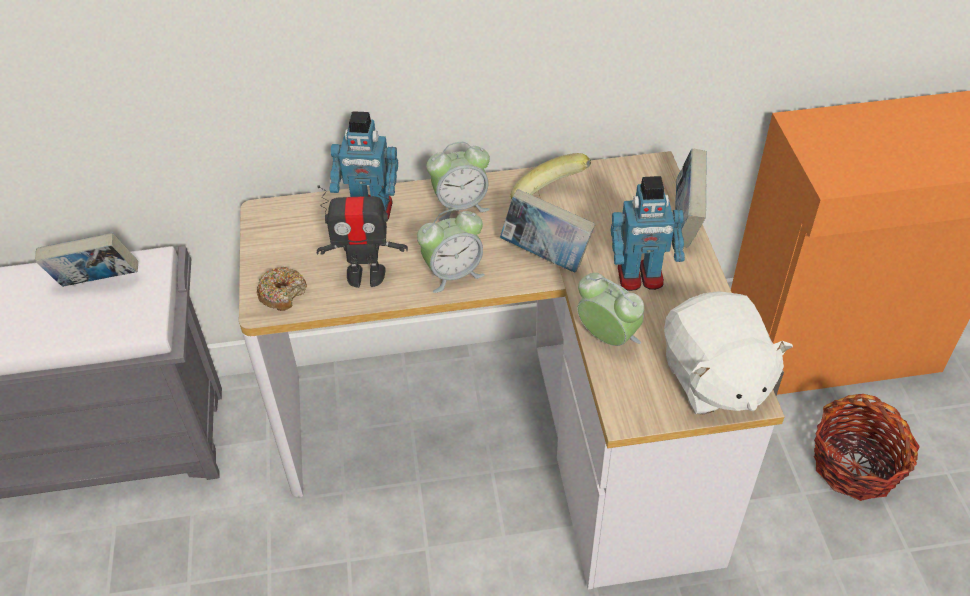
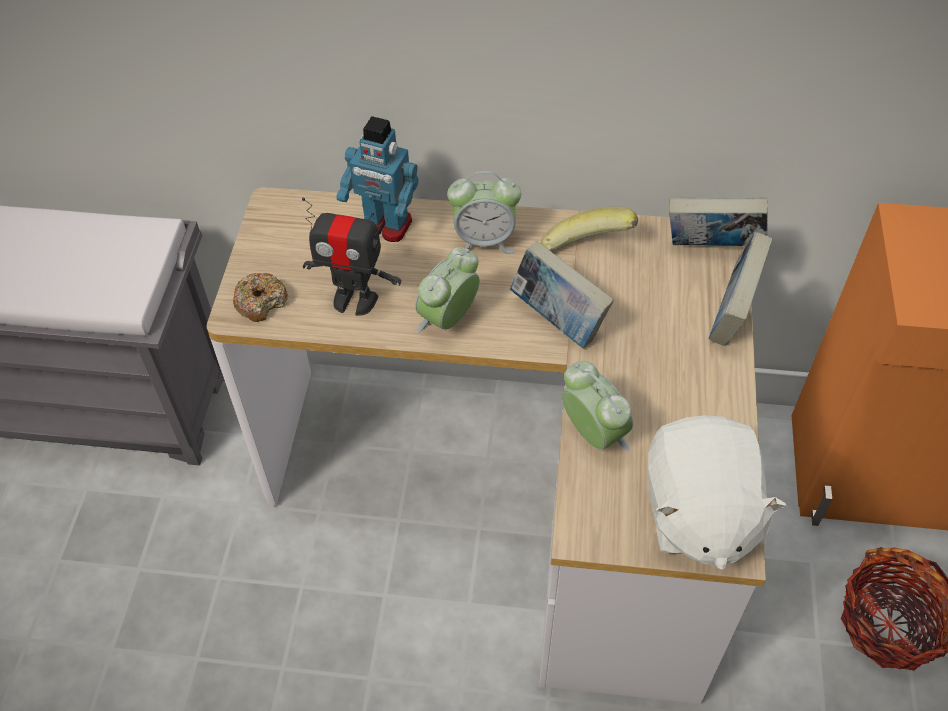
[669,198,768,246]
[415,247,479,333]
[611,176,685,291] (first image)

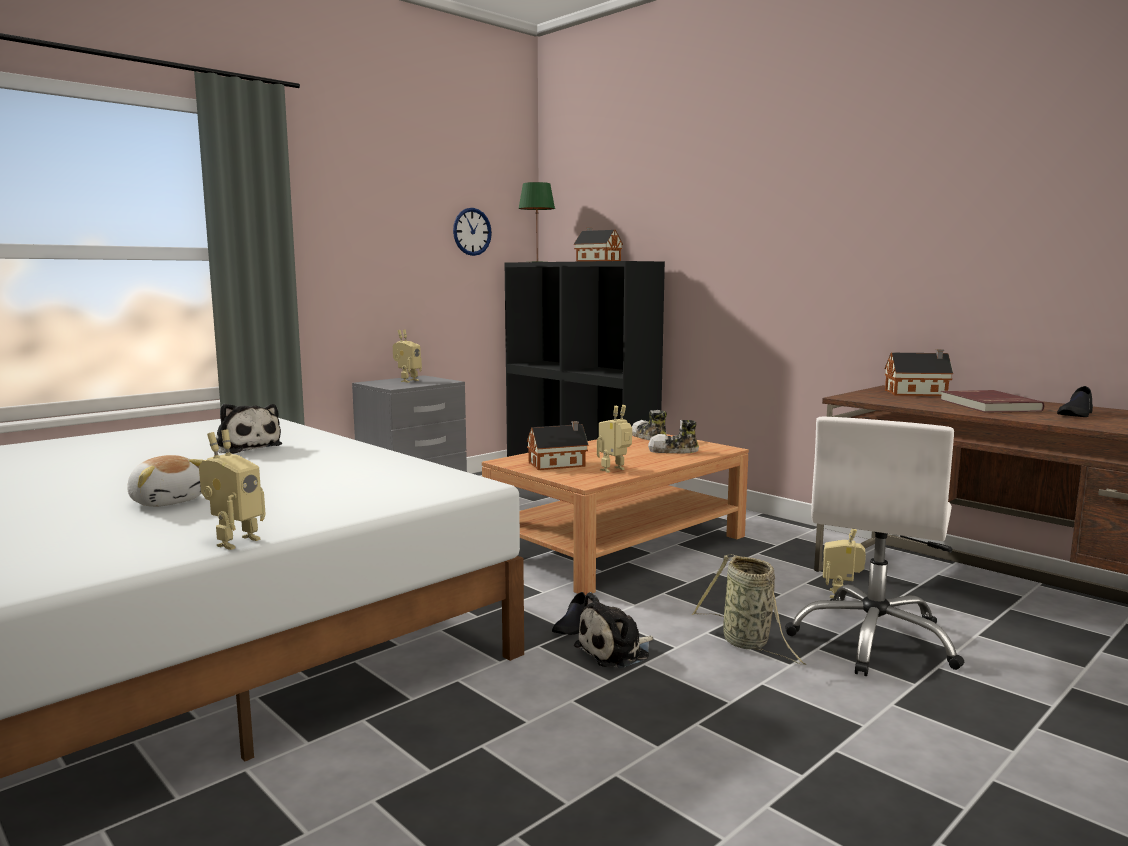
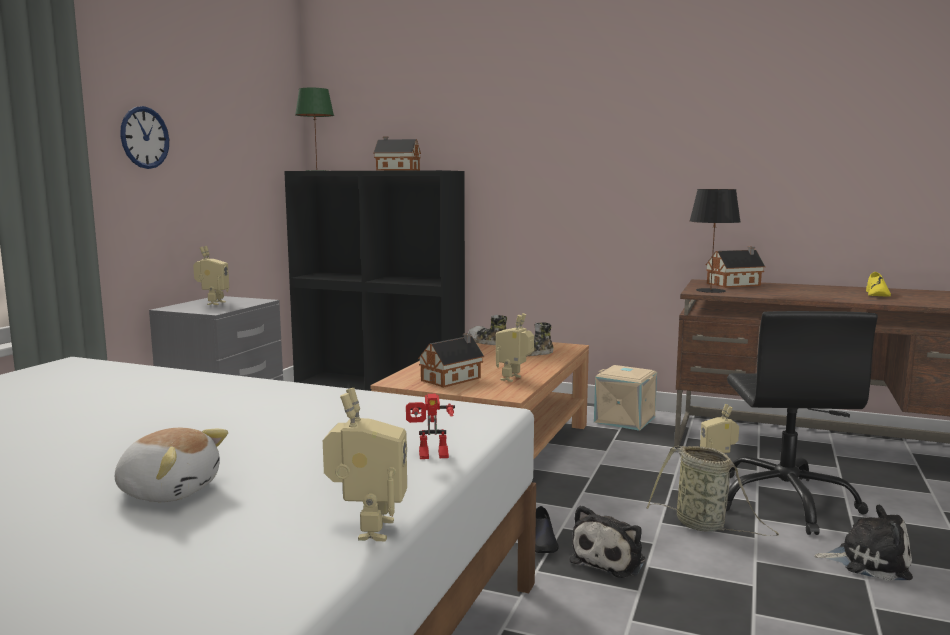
[814,505,913,581]
[120,106,169,169]
[726,311,878,535]
[940,390,1044,413] (first image)
[866,272,891,297]
[406,394,455,459]
[594,365,657,431]
[690,189,741,293]

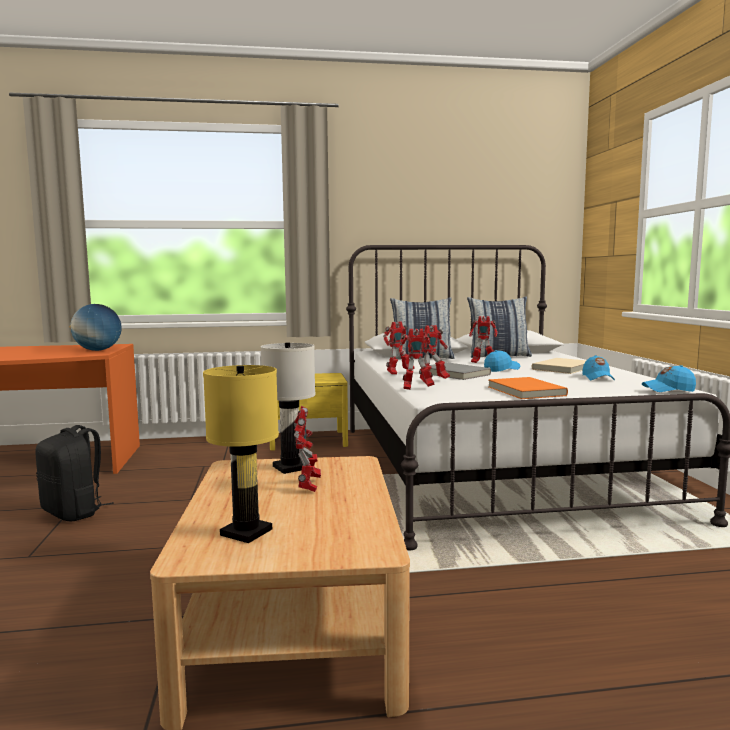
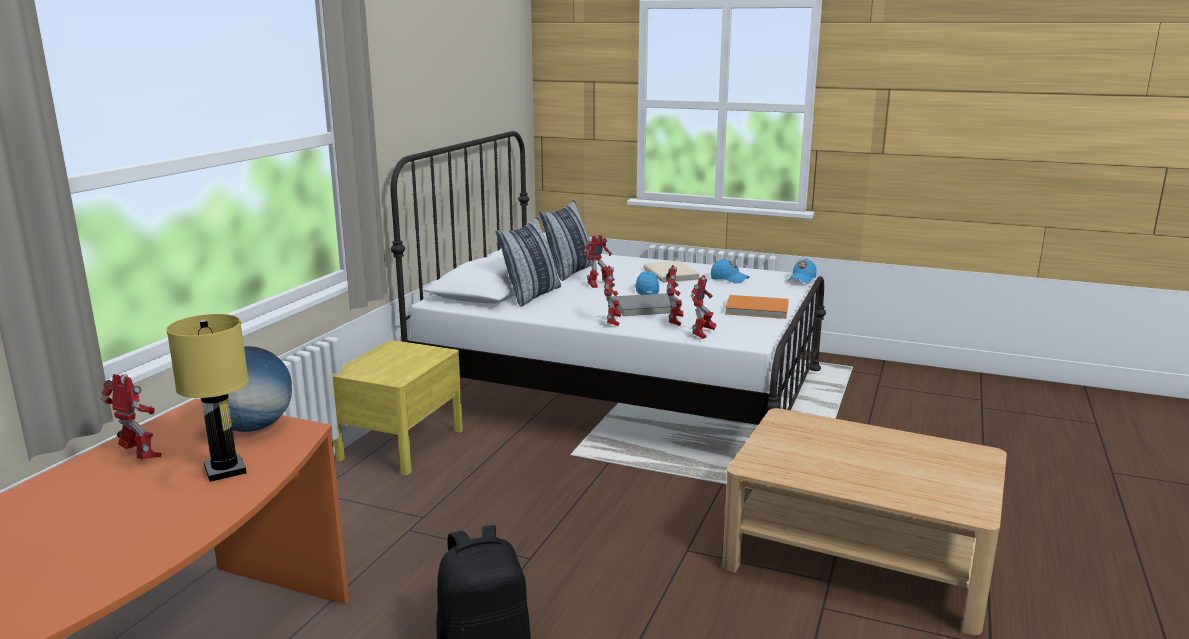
[166,314,249,482]
[261,342,315,474] (first image)
[101,374,161,459]

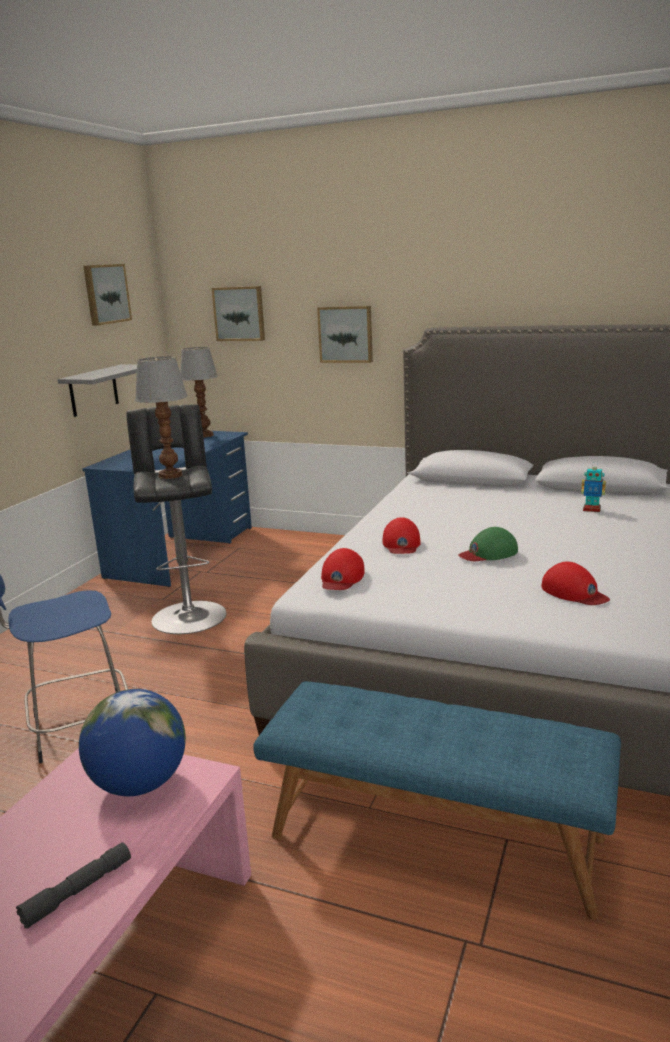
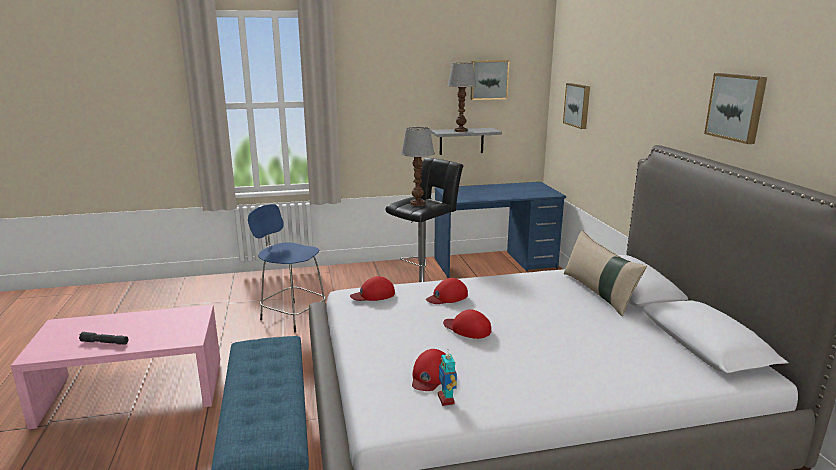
[79,689,186,796] (first image)
[447,63,476,132]
[704,73,767,144]
[443,309,491,339]
[438,350,457,406]
[564,230,647,316]

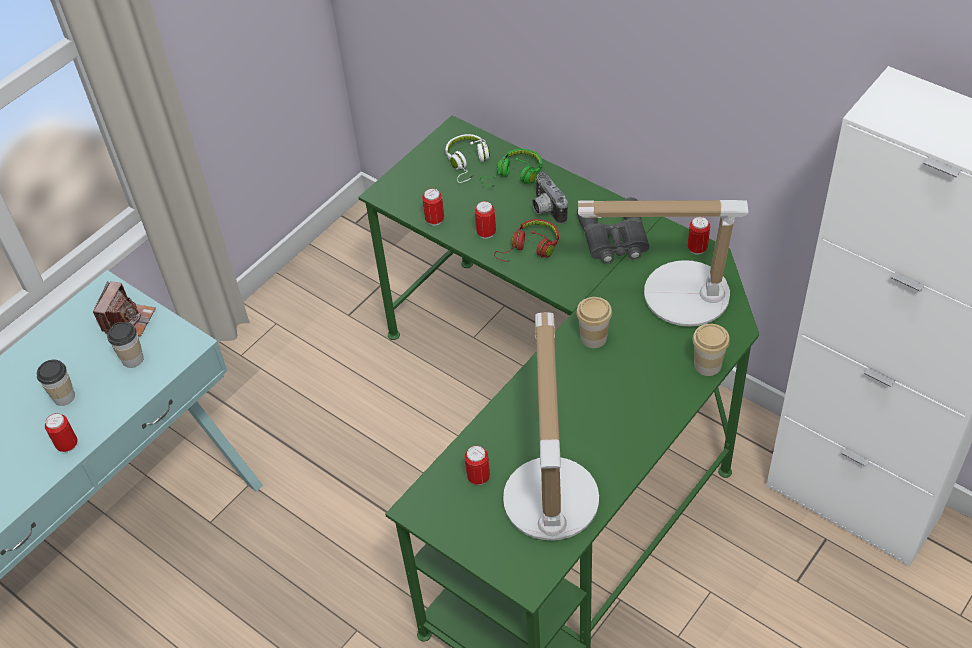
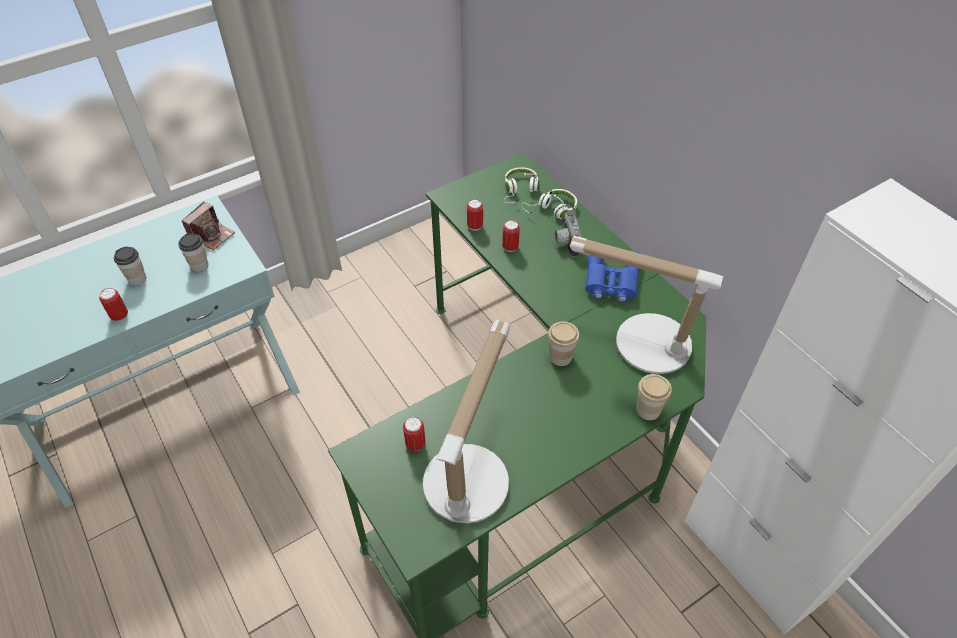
[522,189,577,219]
[494,219,559,262] (first image)
[585,251,641,303]
[688,217,710,255] (first image)

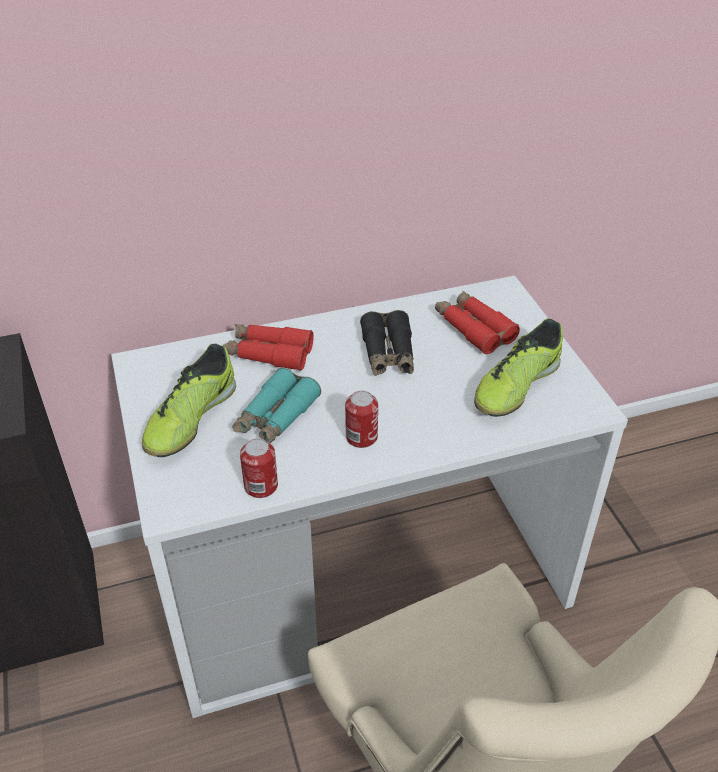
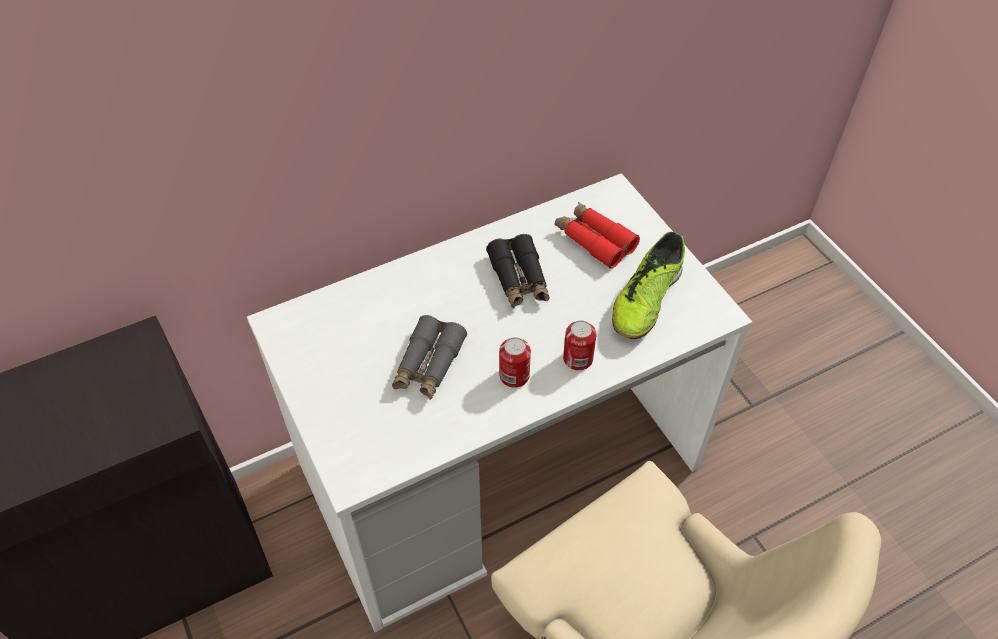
[142,344,236,457] (first image)
[223,324,314,371] (first image)
[392,315,467,400]
[563,321,597,370]

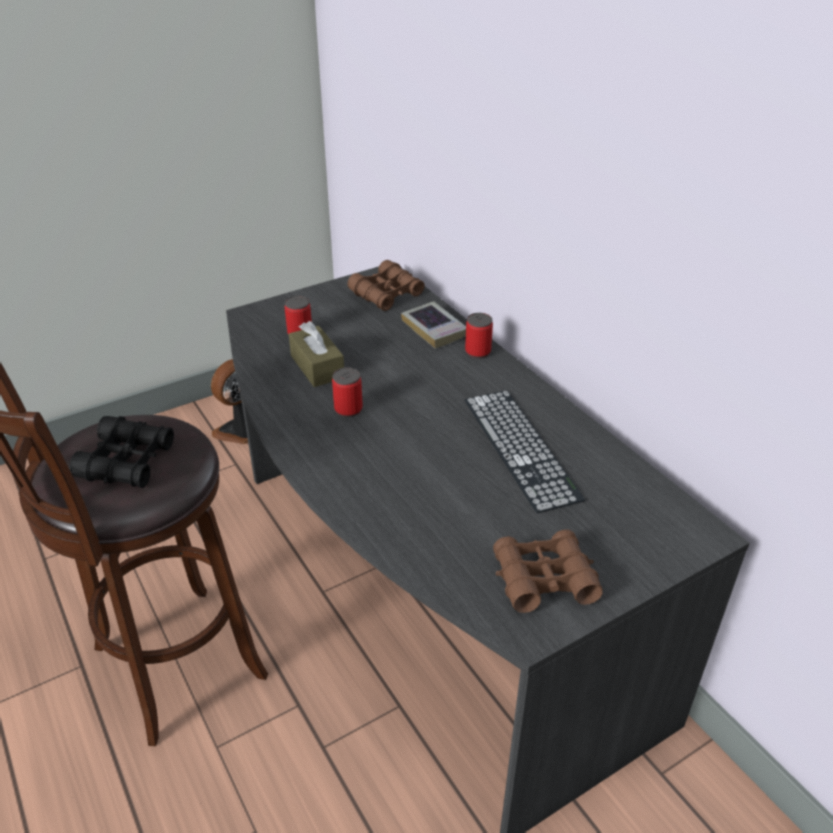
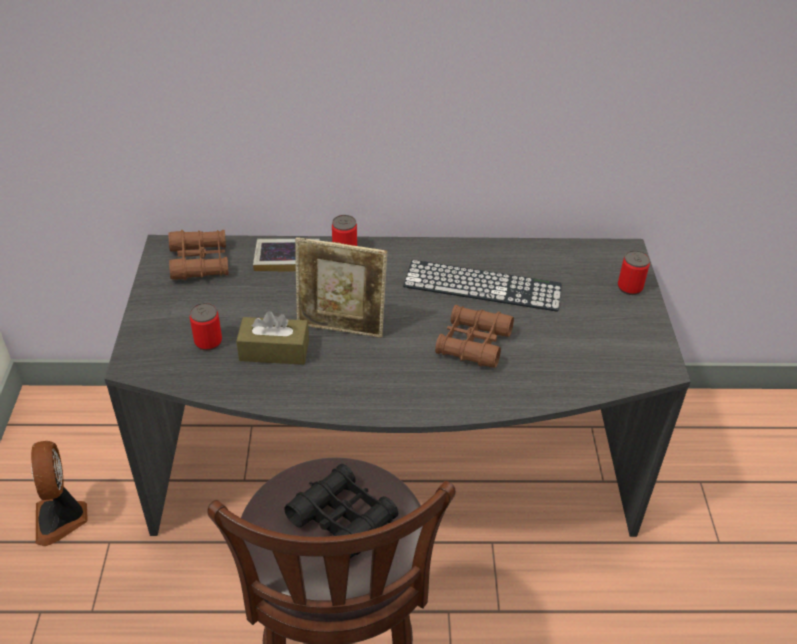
[618,250,650,295]
[435,305,514,368]
[295,237,387,338]

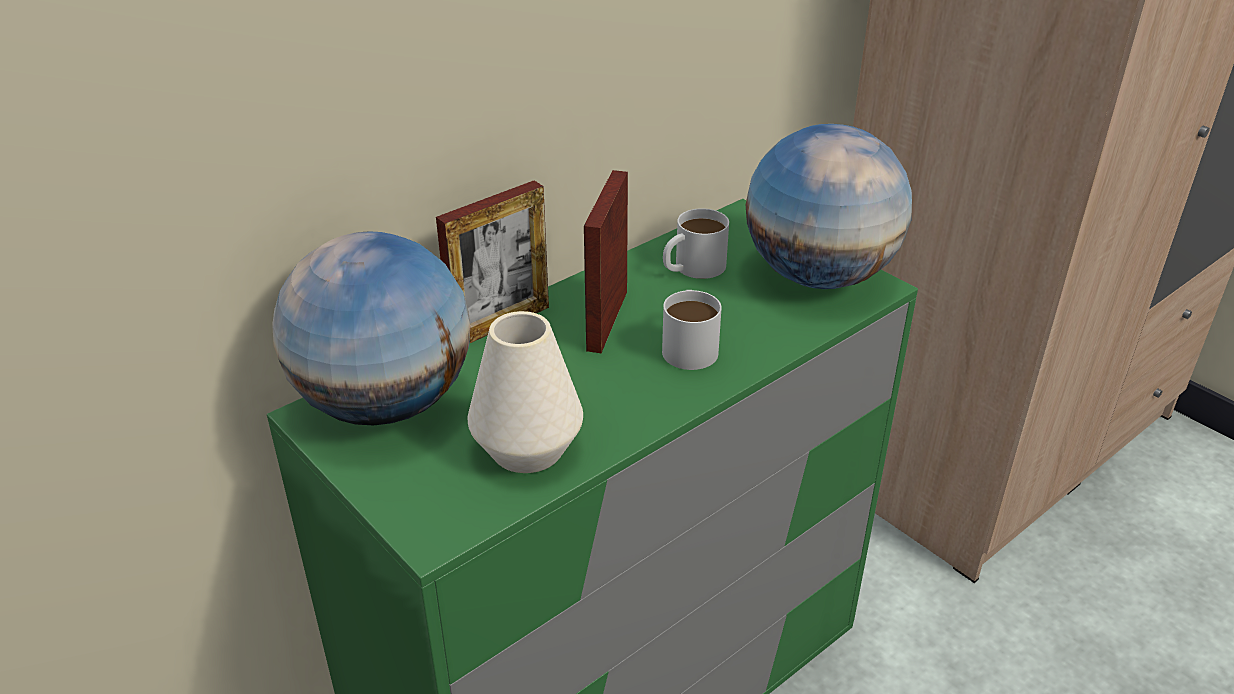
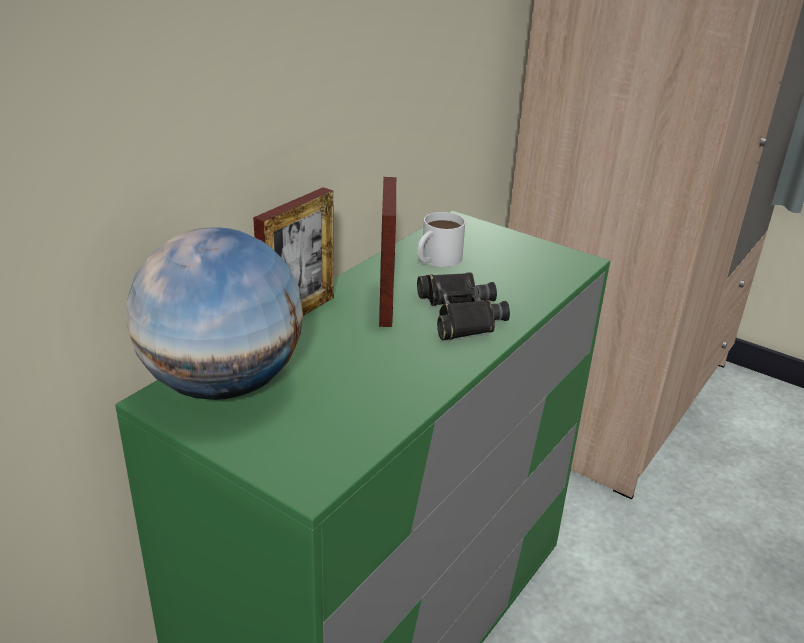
[468,311,583,473] (first image)
[417,272,510,340]
[746,124,912,289] (first image)

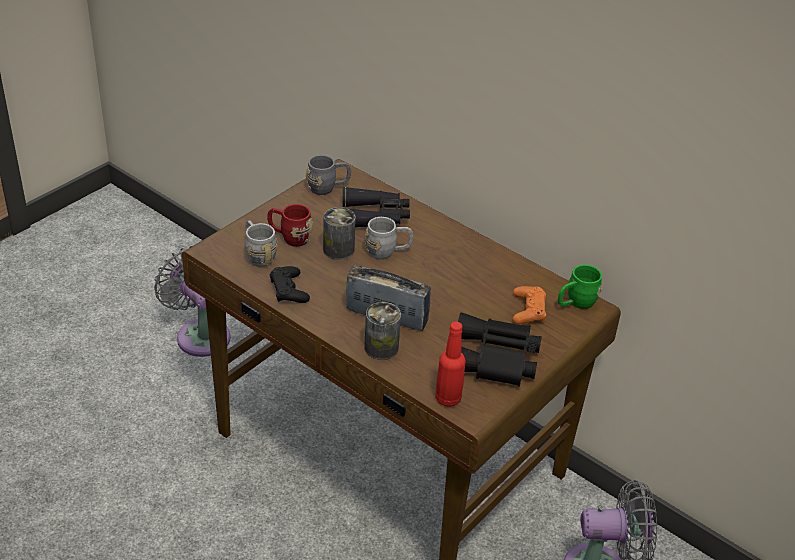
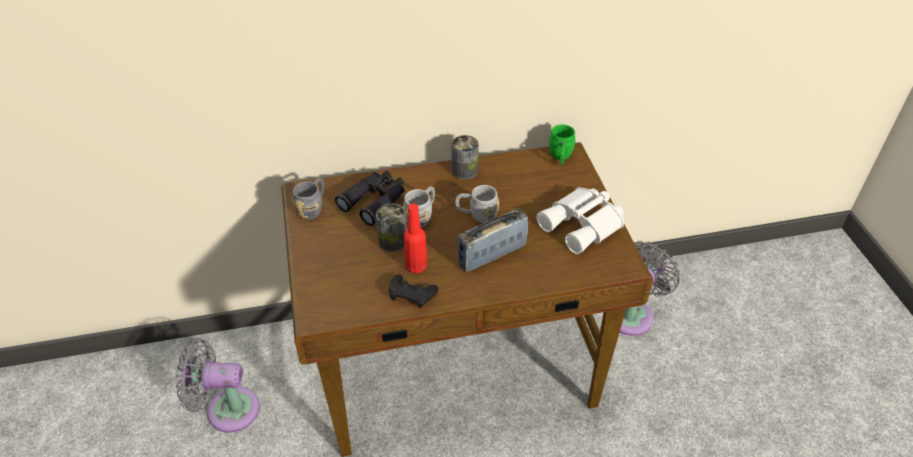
[455,185,499,223]
[267,204,312,247] (first image)
[452,135,479,180]
[404,203,427,273]
[536,187,624,254]
[512,286,546,324] (first image)

